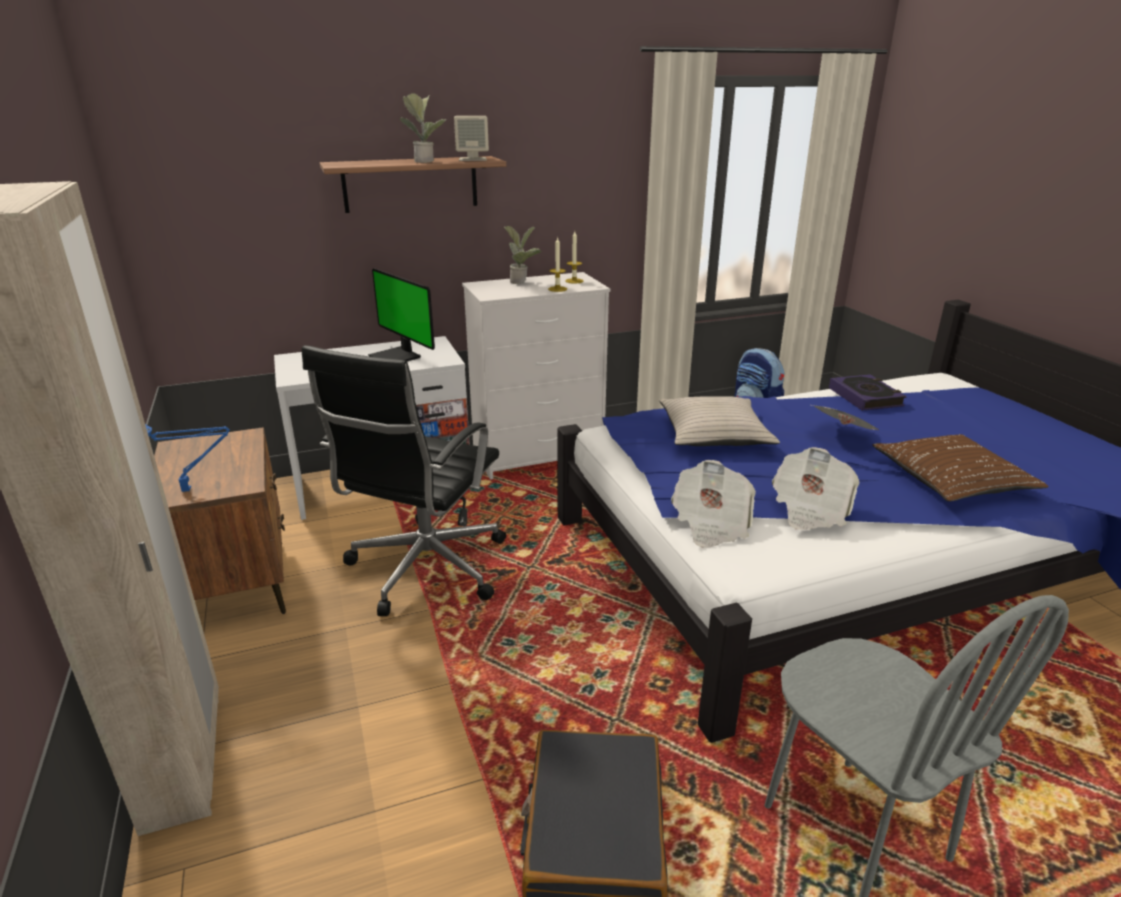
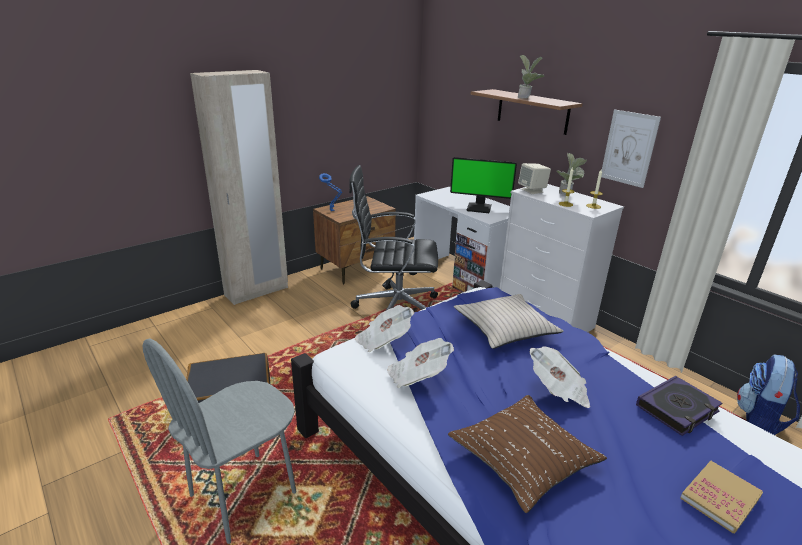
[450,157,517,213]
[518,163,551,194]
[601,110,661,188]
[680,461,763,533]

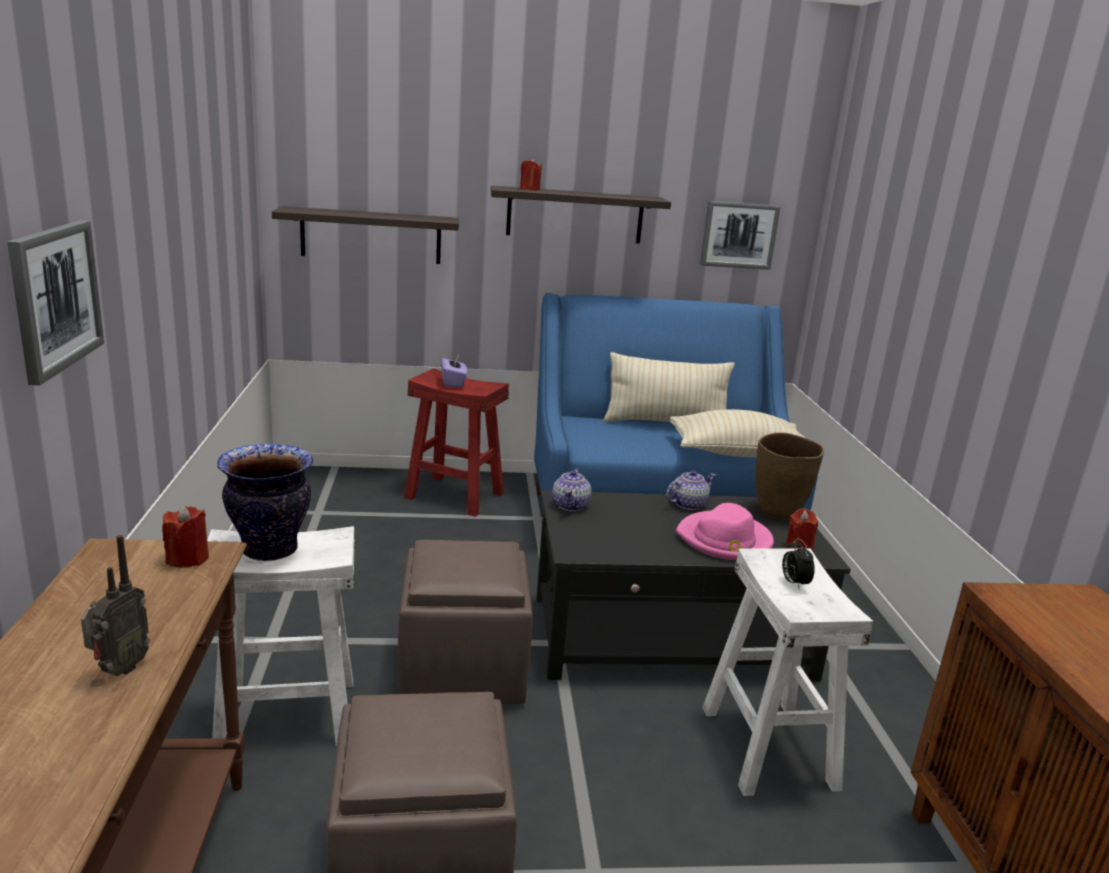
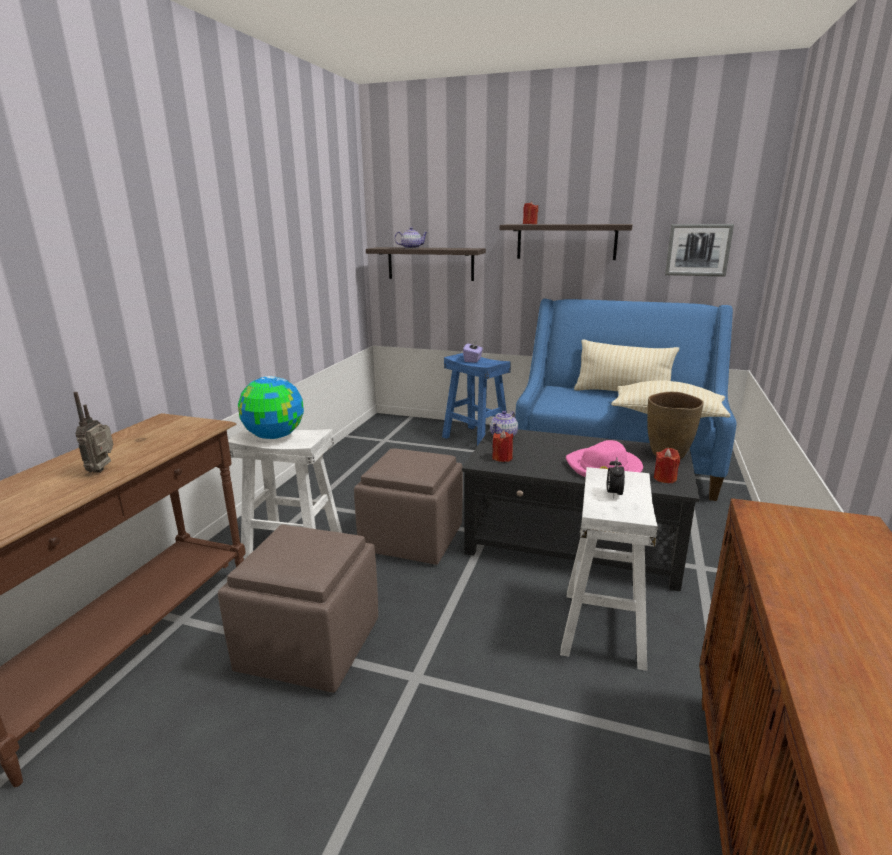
[7,220,104,385] (first image)
[73,392,113,473]
[492,430,513,462]
[238,376,304,439]
[442,353,511,446]
[395,227,428,249]

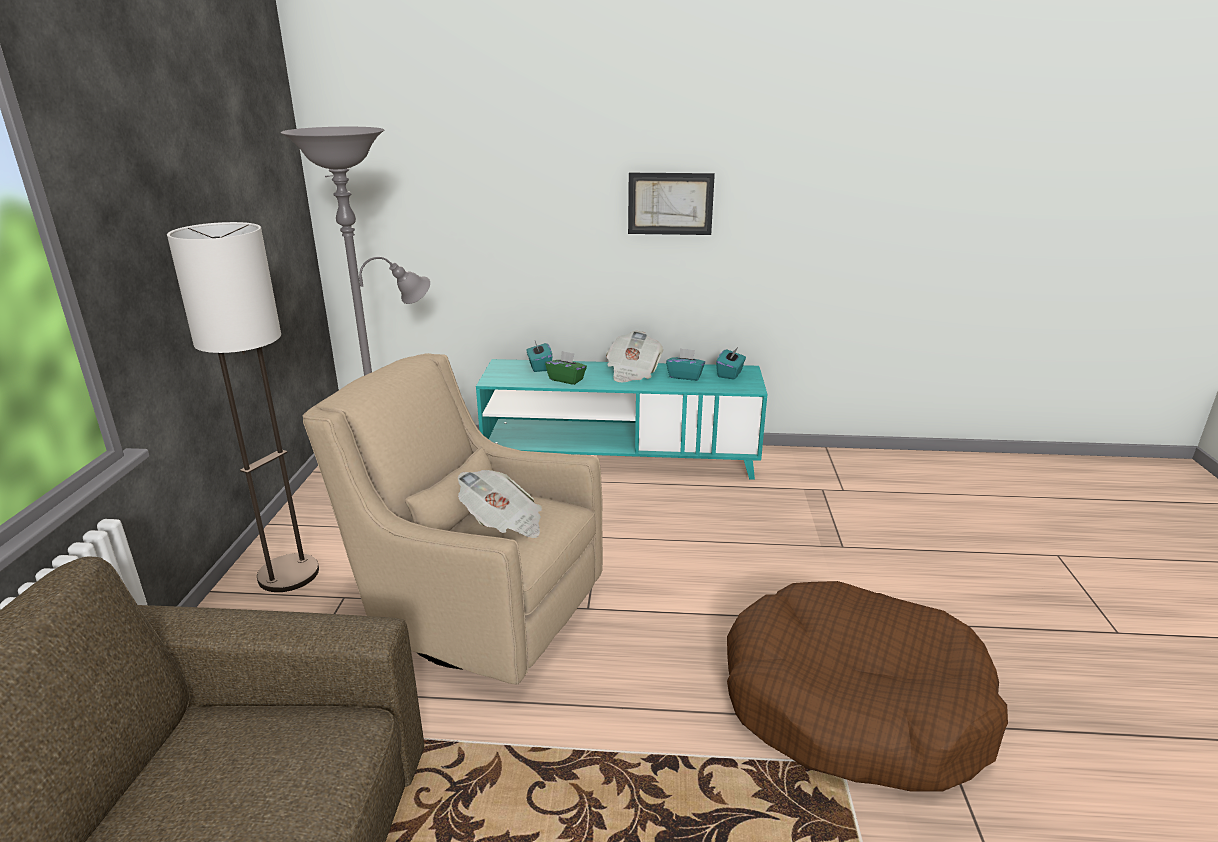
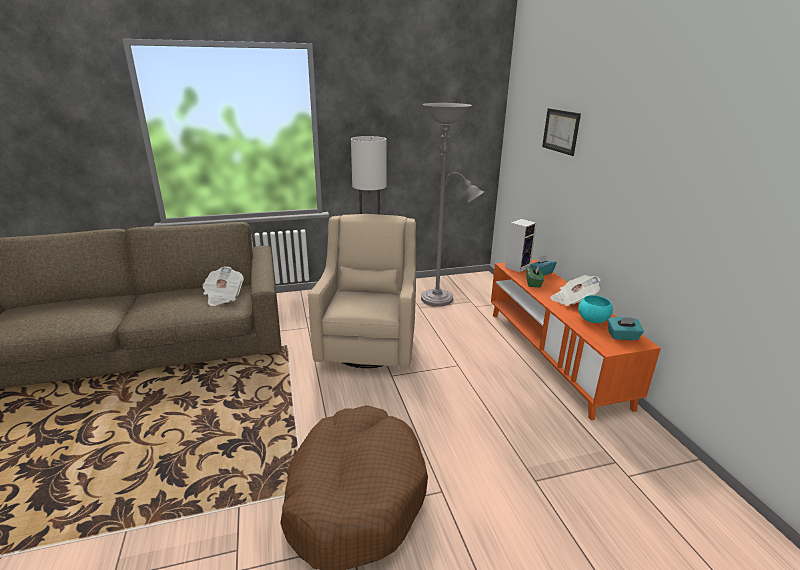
[202,267,244,306]
[491,259,661,420]
[542,108,581,156]
[578,295,613,323]
[505,219,537,272]

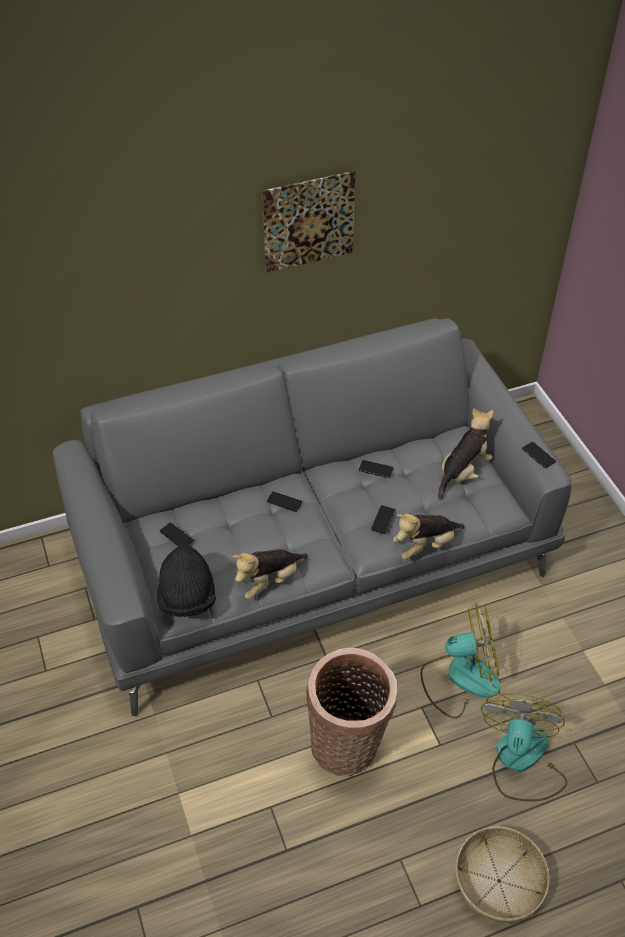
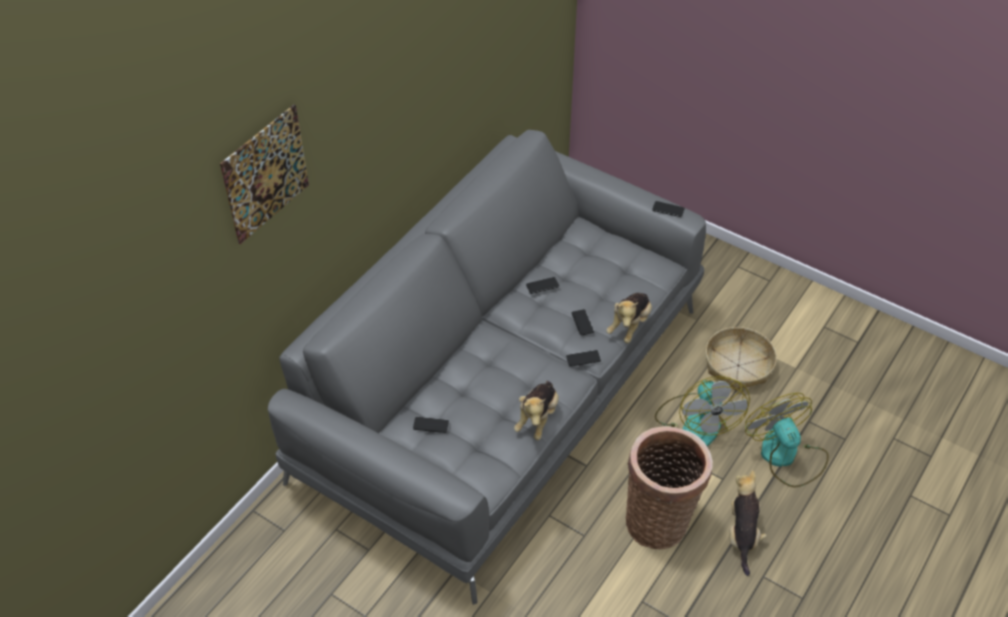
[157,544,216,617] (first image)
[220,104,309,244]
[566,350,601,367]
[655,376,750,446]
[729,470,767,576]
[705,327,777,391]

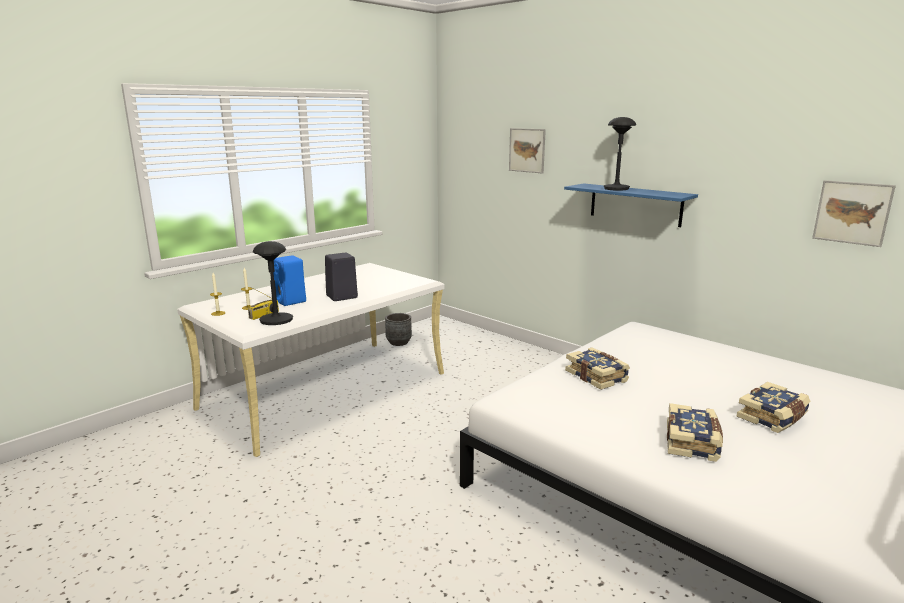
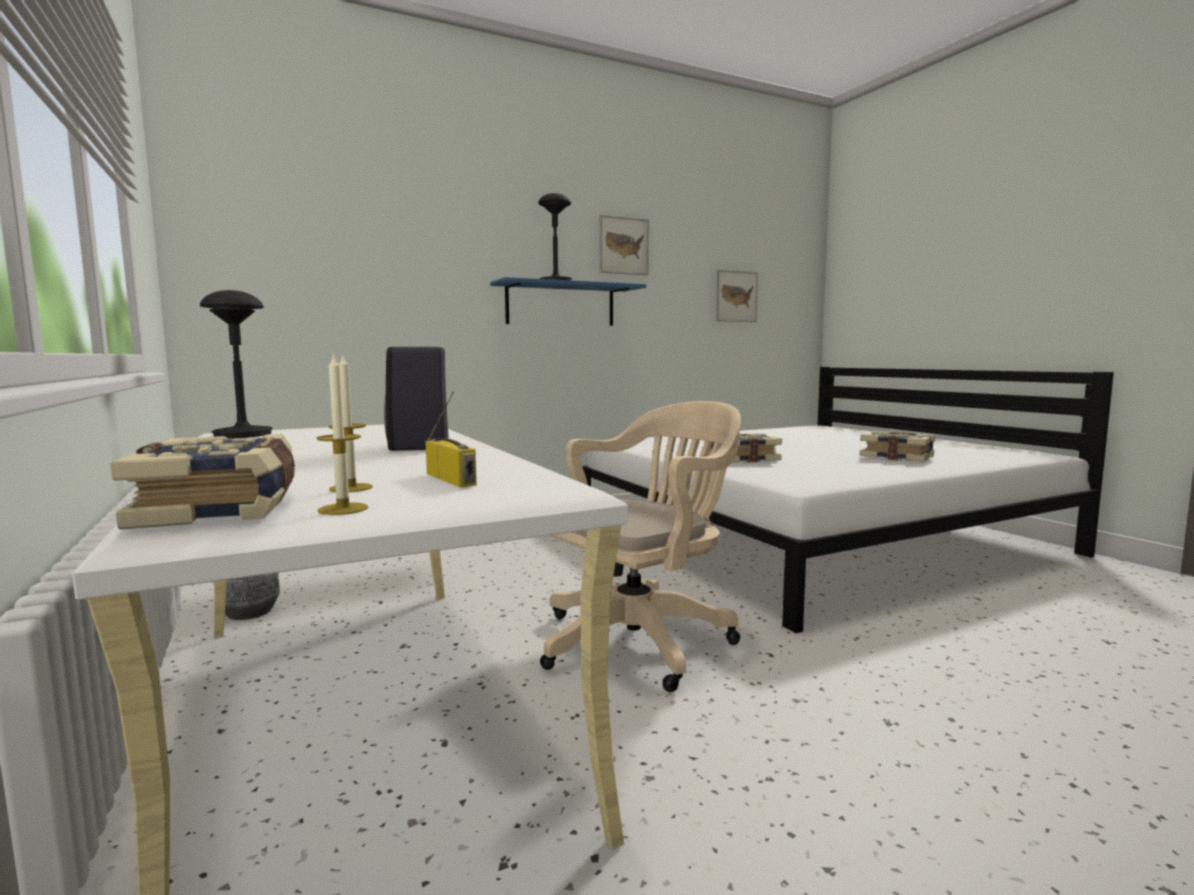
[200,290,273,439]
[273,255,306,306] (first image)
[599,215,649,275]
[110,434,295,529]
[540,401,741,692]

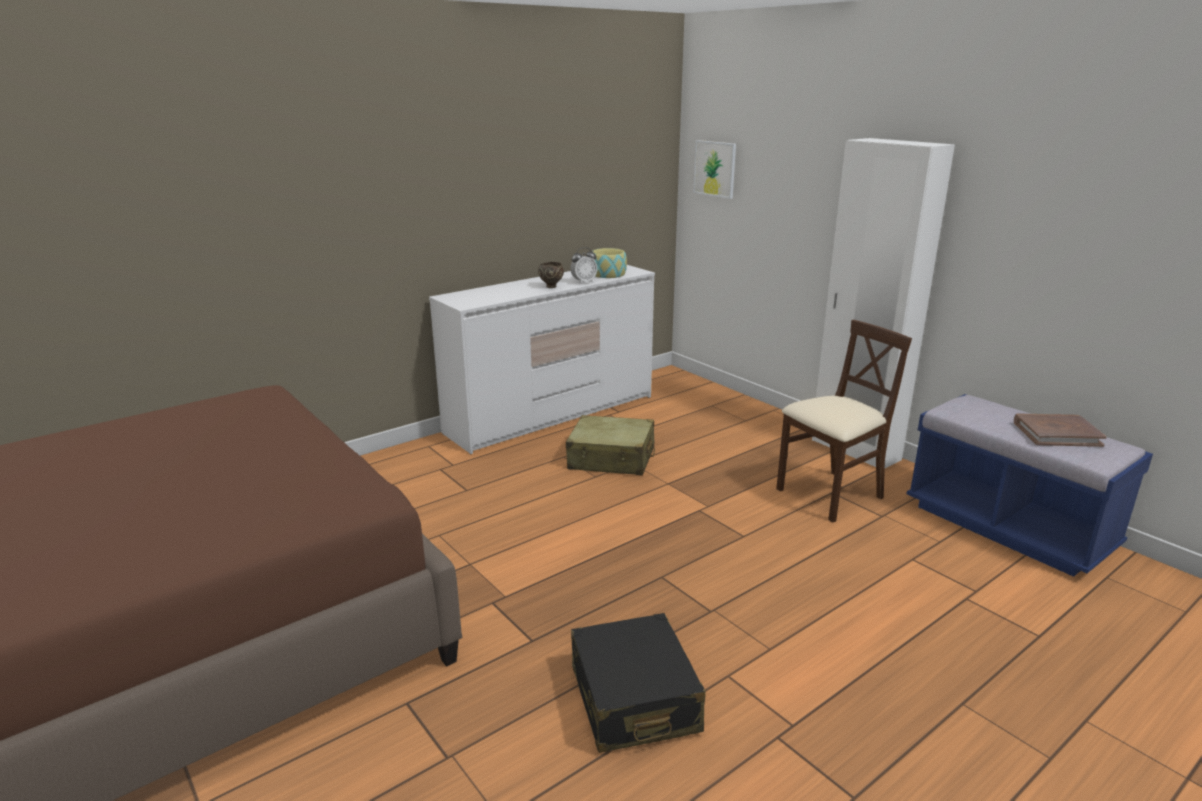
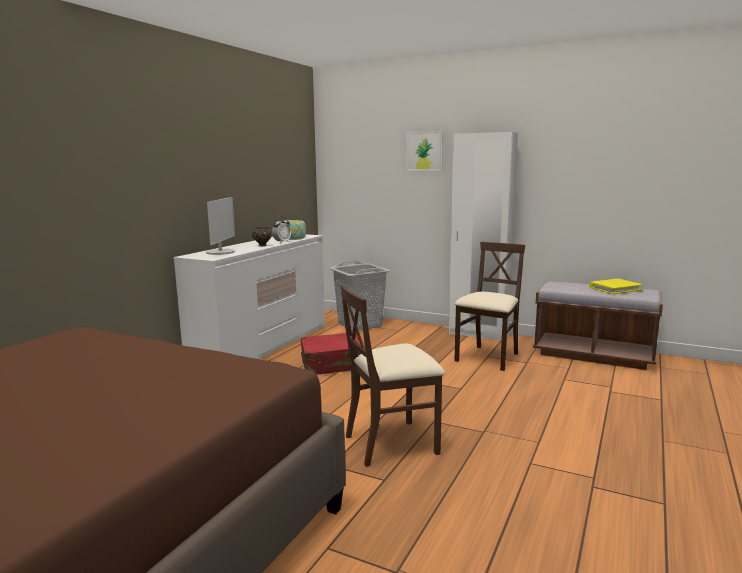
[301,332,361,374]
[571,613,706,753] (first image)
[406,131,443,171]
[533,281,663,370]
[589,279,643,294]
[206,197,235,255]
[329,261,390,331]
[340,284,445,467]

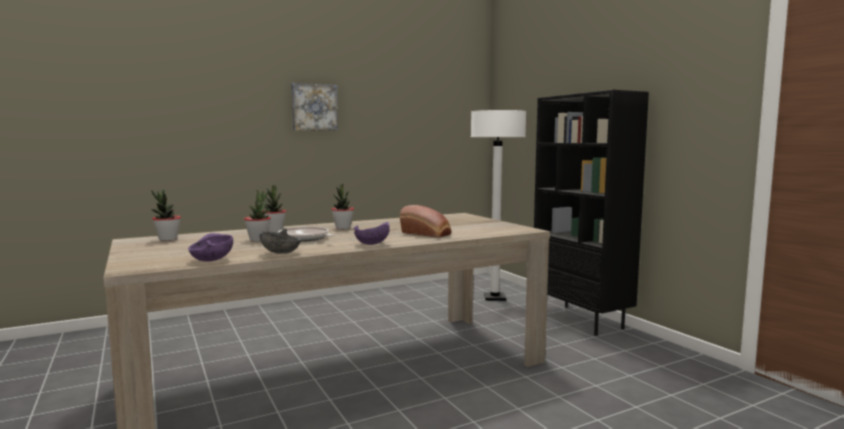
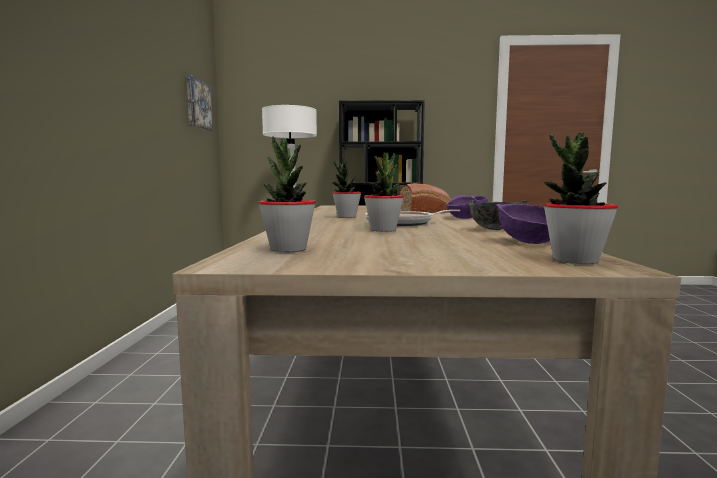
[544,132,618,264]
[187,75,213,131]

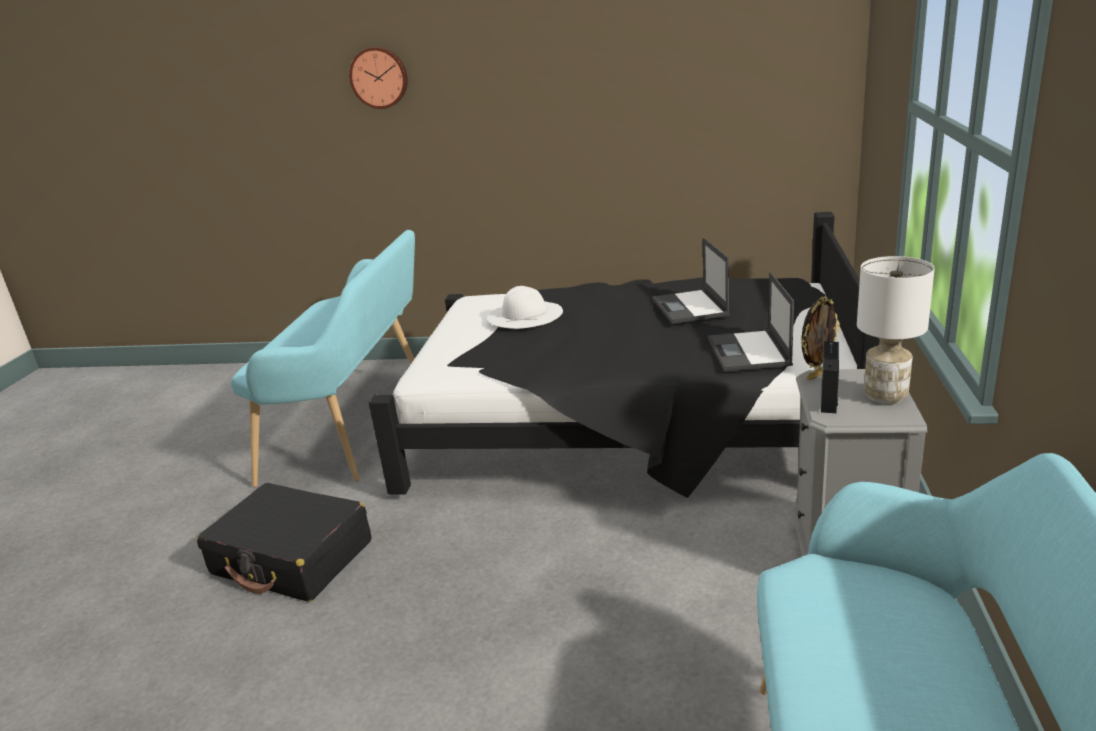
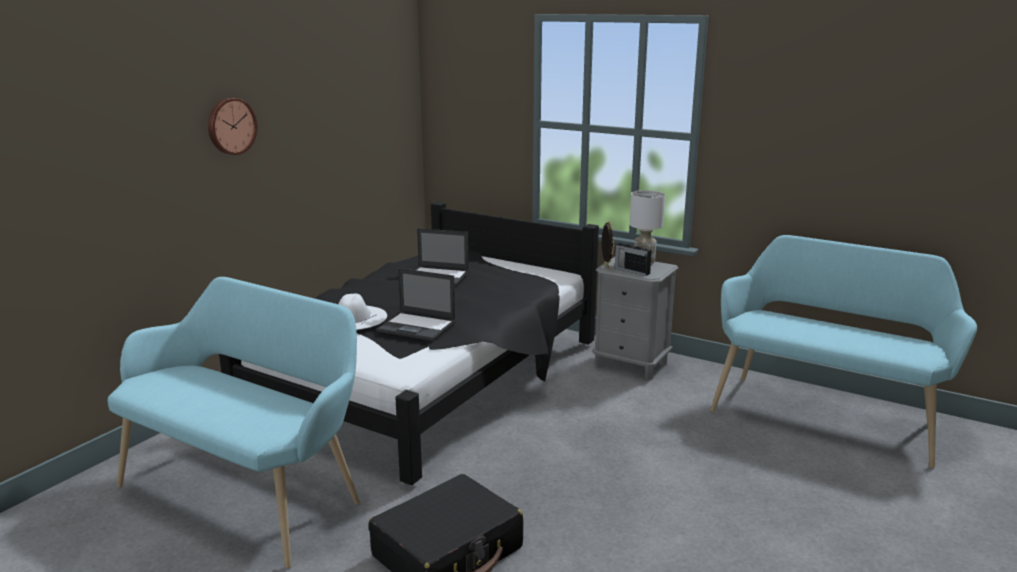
[208,98,257,155]
[376,268,456,341]

